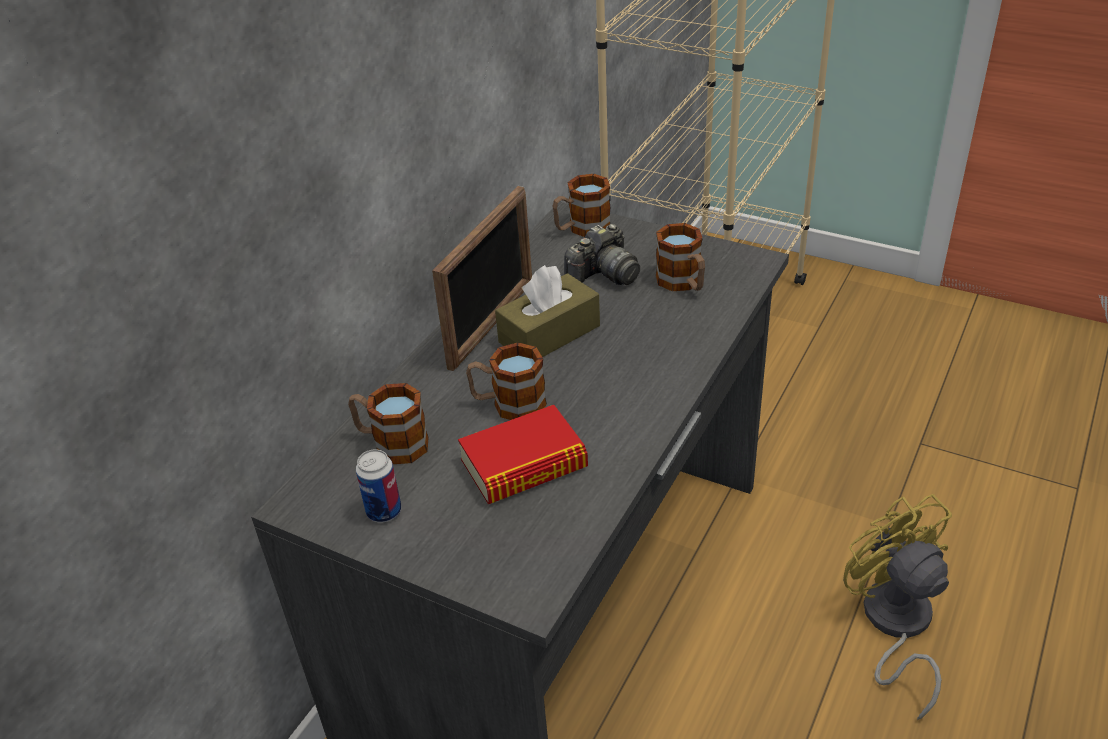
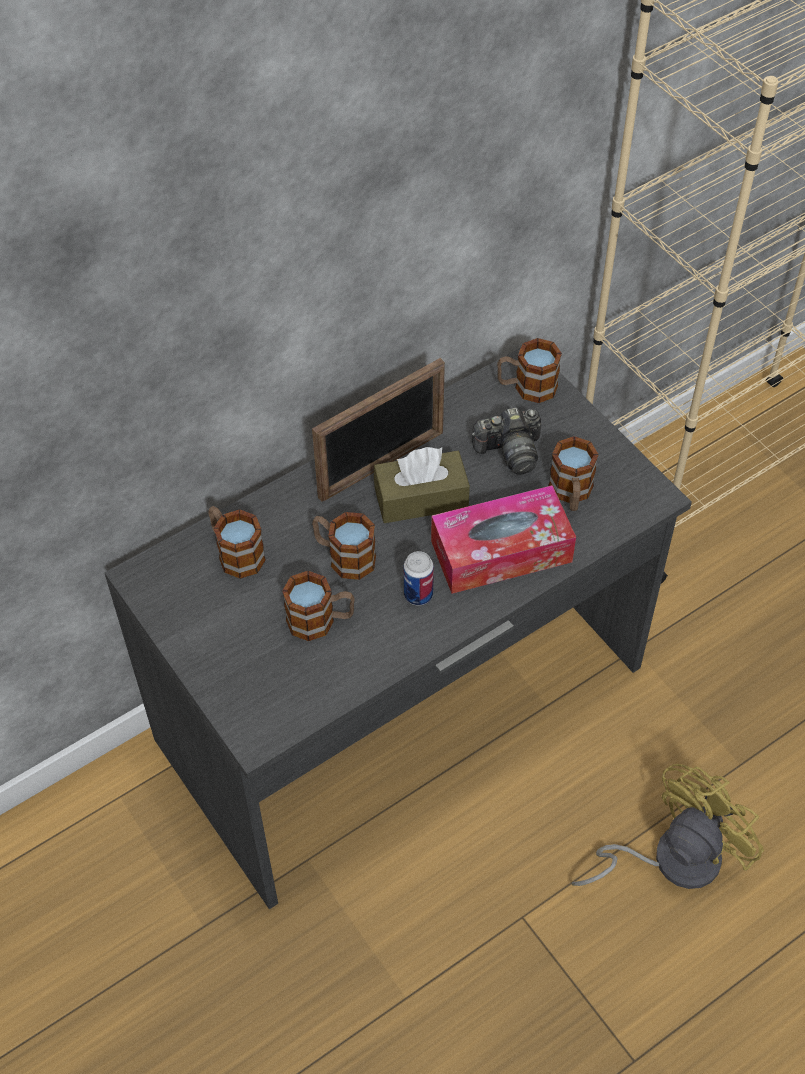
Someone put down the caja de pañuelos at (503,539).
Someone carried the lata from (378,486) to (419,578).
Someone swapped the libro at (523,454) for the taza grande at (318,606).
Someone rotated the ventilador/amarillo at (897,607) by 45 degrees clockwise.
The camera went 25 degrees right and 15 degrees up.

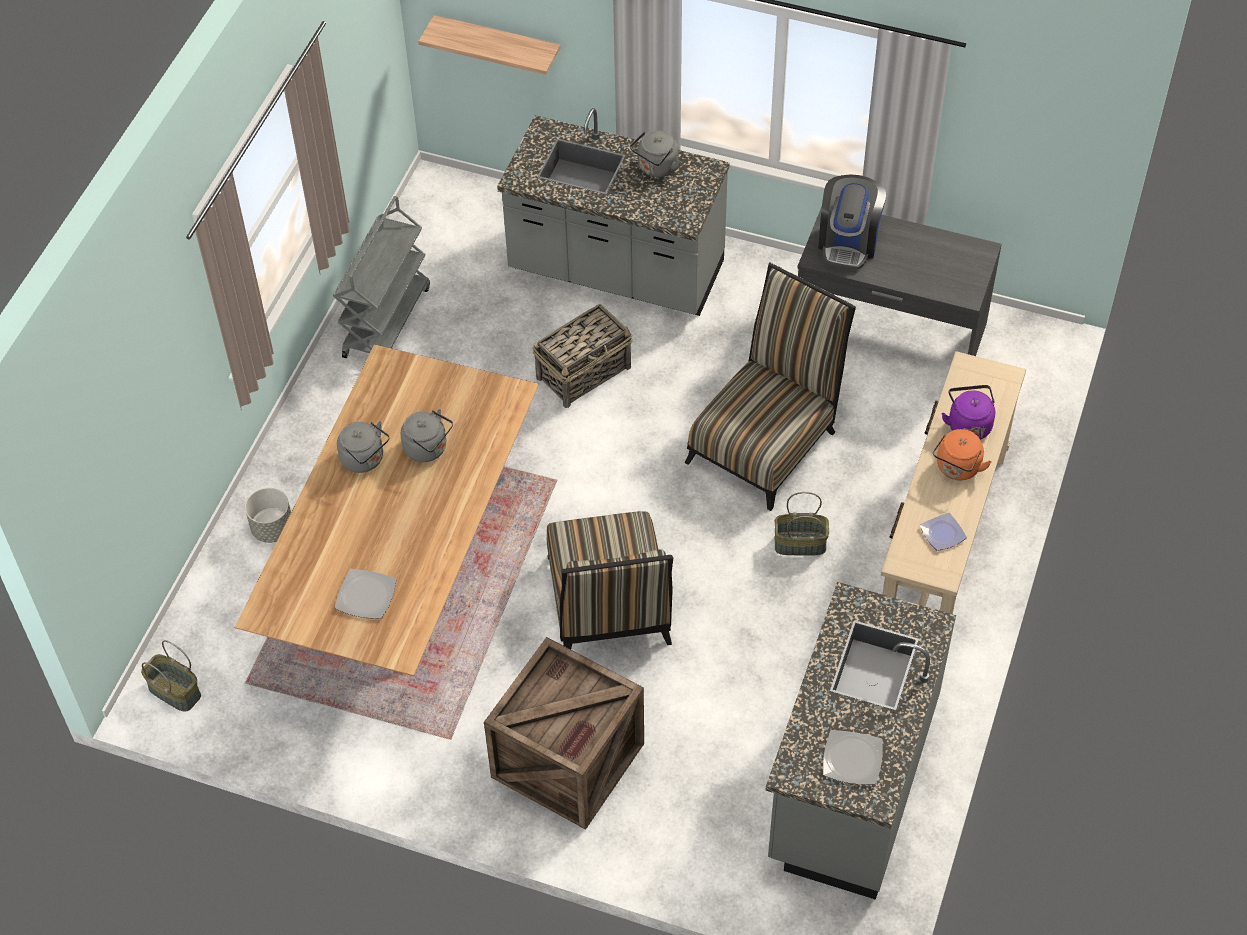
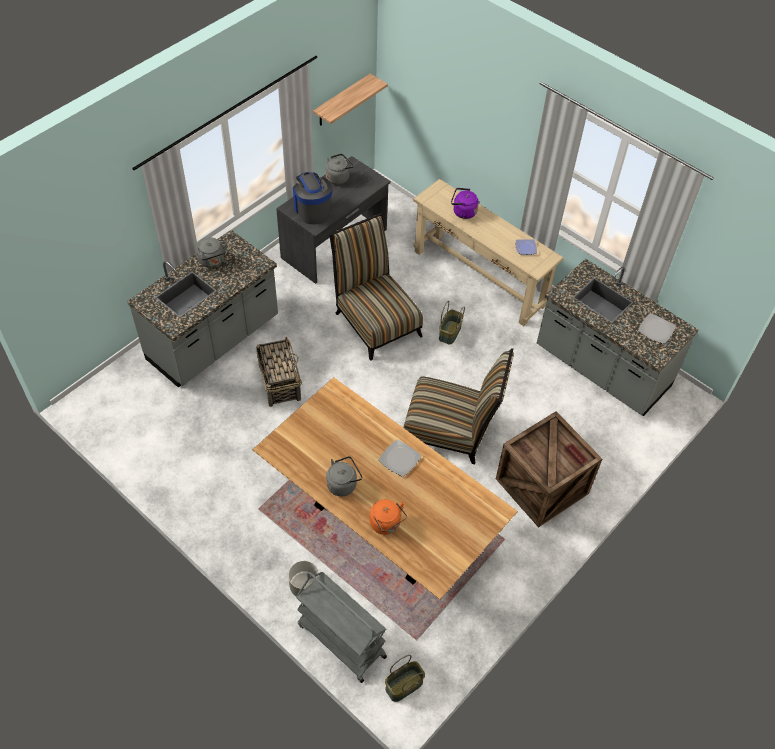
Someone carried the carrito/gris from (381,277) to (341,627).
Someone carried the plato from (366,594) to (400,458).
Someone carried the hervidor/gris from (427,435) to (340,169).
Someone carried the estante from (489,45) to (350,100).
Someone carried the hervidor/naranja from (962,454) to (388,517).
Someone rotated the cafetera at (852,222) by 150 degrees counterclockwise.
The camera went 70 degrees left and 0 degrees up.

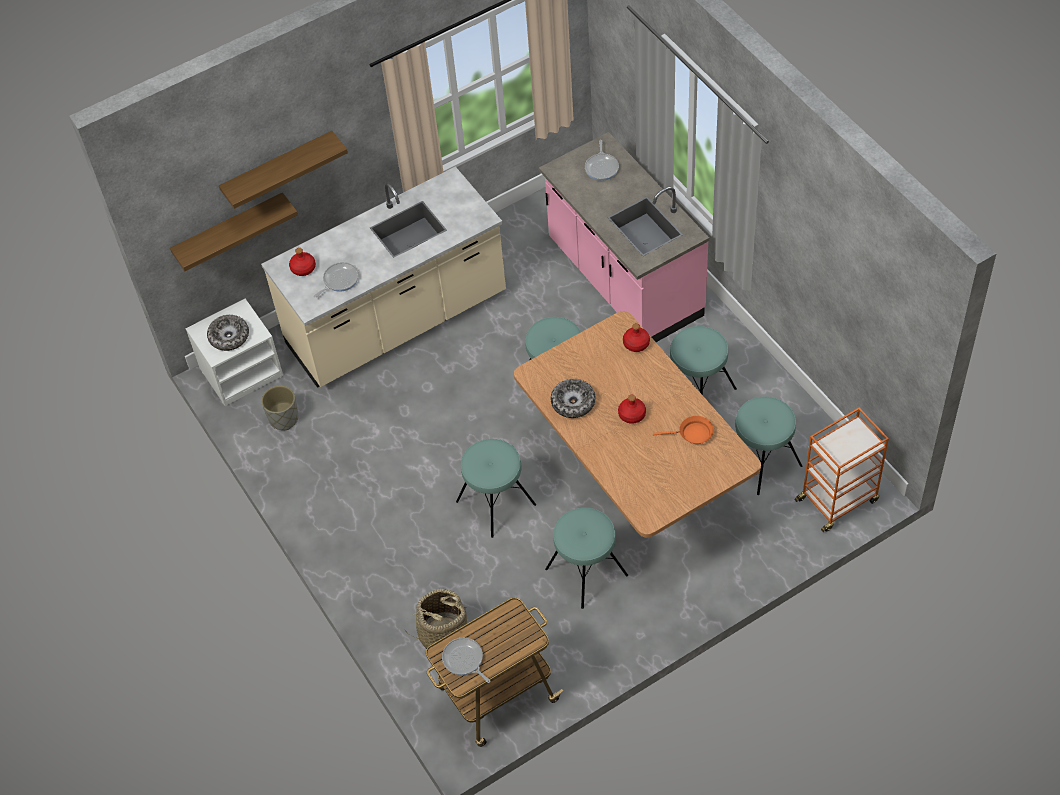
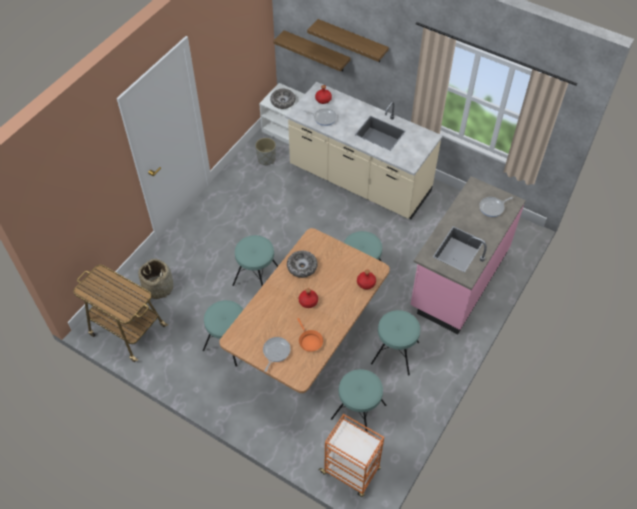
Someone carried the sartén from (466,660) to (276,354).
The camera went 60 degrees right and 0 degrees up.

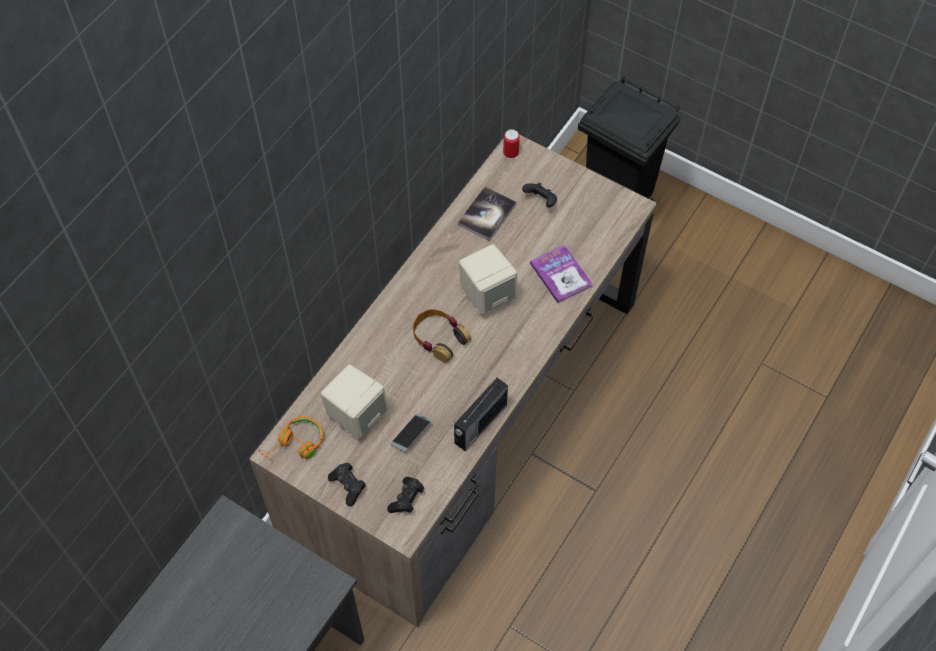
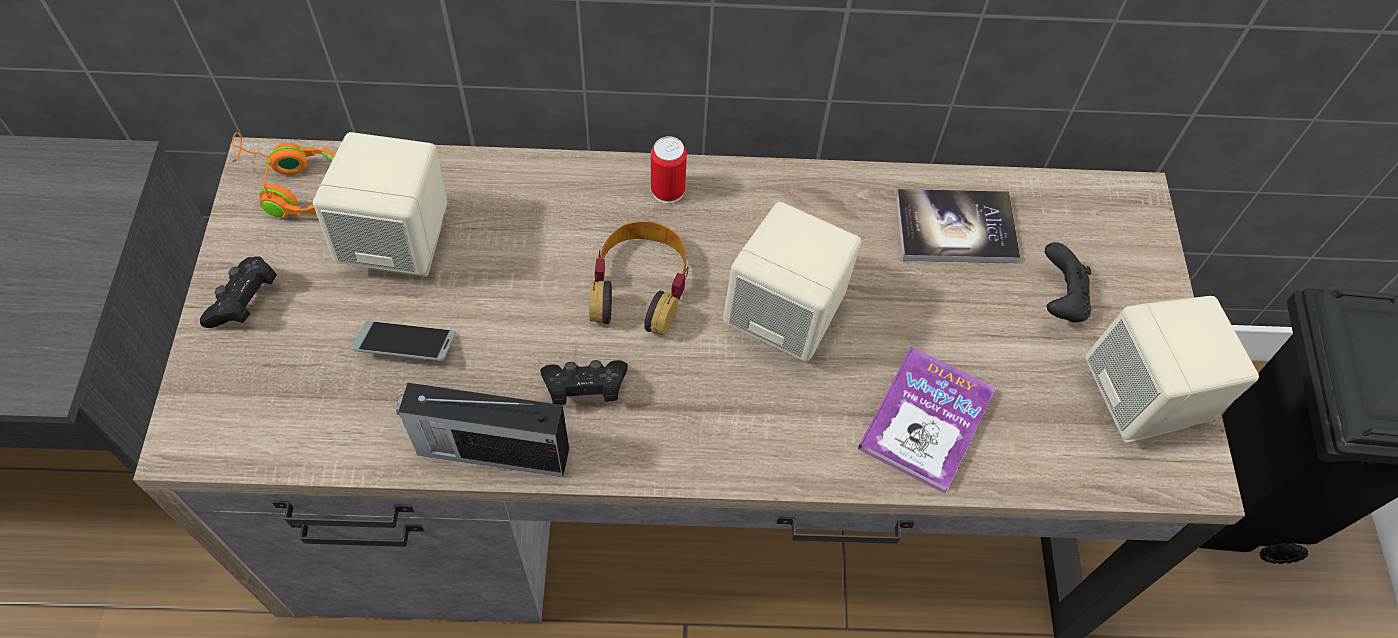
Someone put down the altavoz/beis at (1172,370).
Someone carried the mando de consola/negro from (405,495) to (584,382).
Someone carried the lata from (511,144) to (669,170).
The camera went 55 degrees right and 0 degrees up.

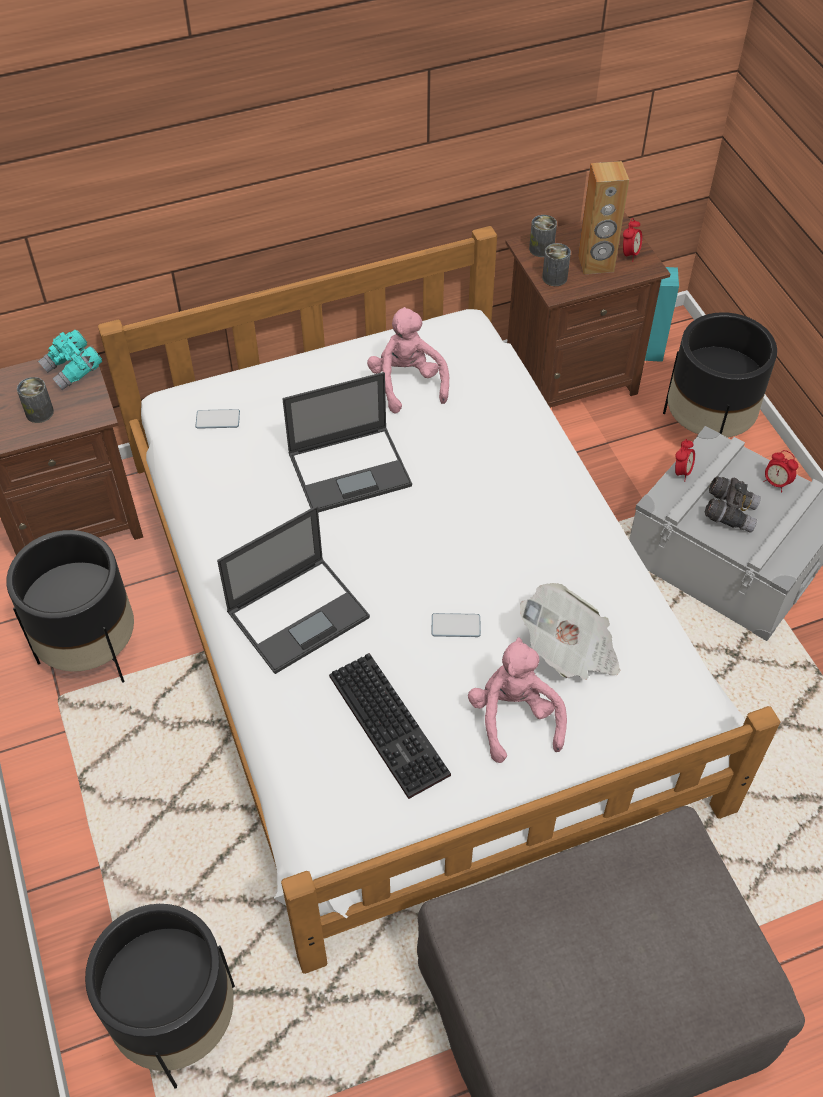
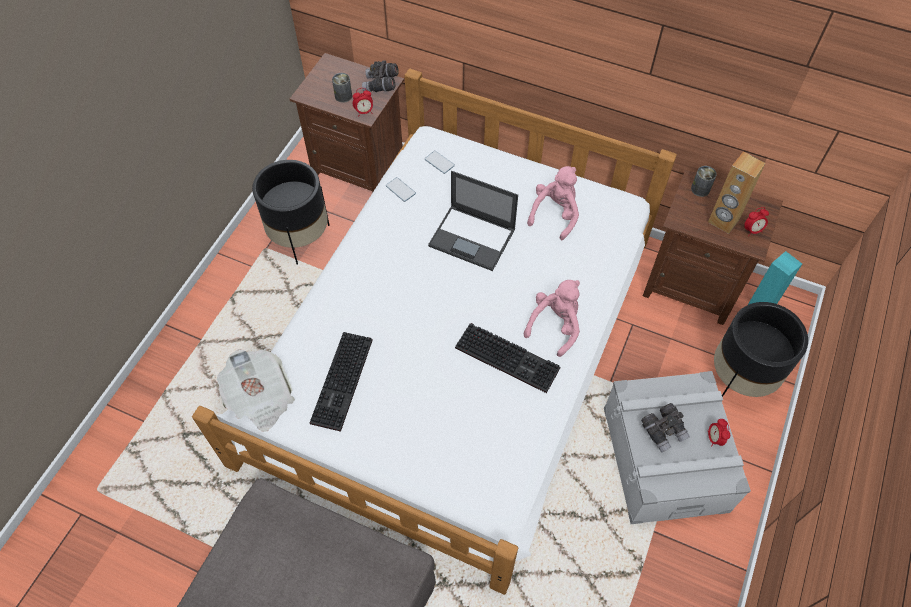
Someone took away the maceta/negro at (160,996).
Someone took away the portátil at (293,590).
Someone took away the lata at (556,264).
Someone put down the teclado at (507,358).
Someone carried the móvil from (456,625) to (401,189).
Someone carried the peluche/rosa from (517,700) to (552,318).
Someone carried the periódico from (570,631) to (256,390).
Someone carried the despertador from (685,460) to (363,102).
Someone repainted the prismáticos/turquesa at (70,360), which became the prismáticos/gris at (380,76).
The camera went 45 degrees right and 5 degrees up.

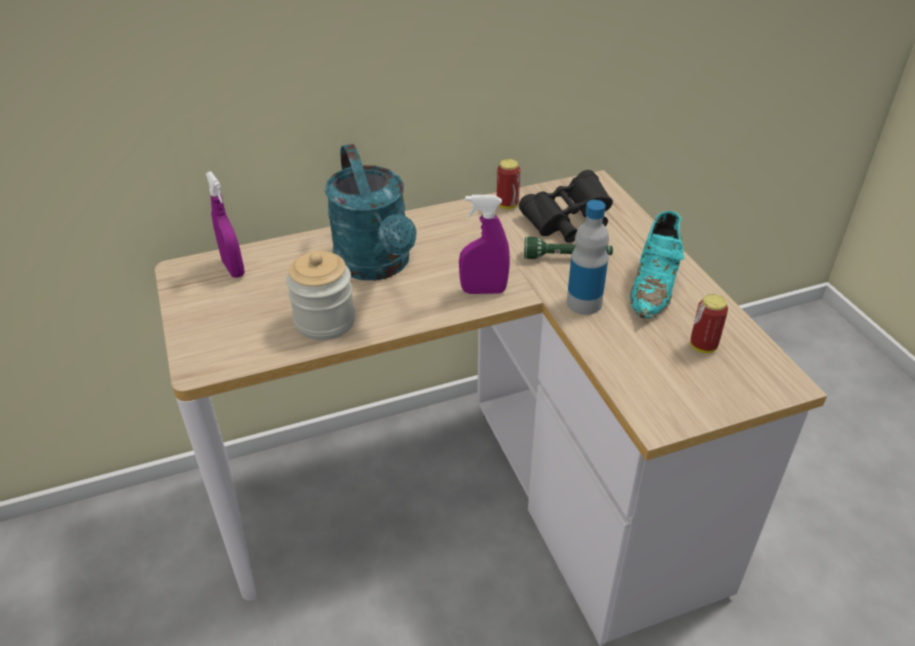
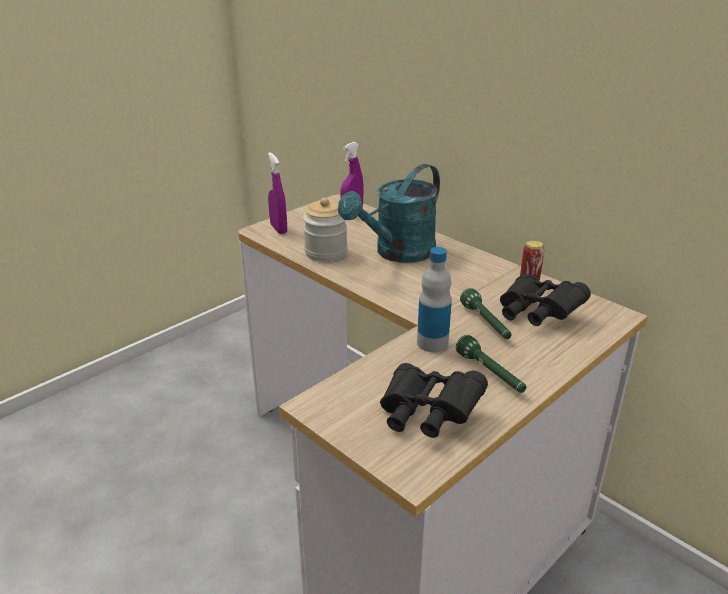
Someone carried the pulverizador/morado from (484,244) to (277,193).
Someone swapped the zapato/turquesa at (656,264) for the linterna/verde at (491,364).
Someone swapped the lata at (709,323) for the prismáticos/negro at (434,400).
The camera went 65 degrees right and 10 degrees down.

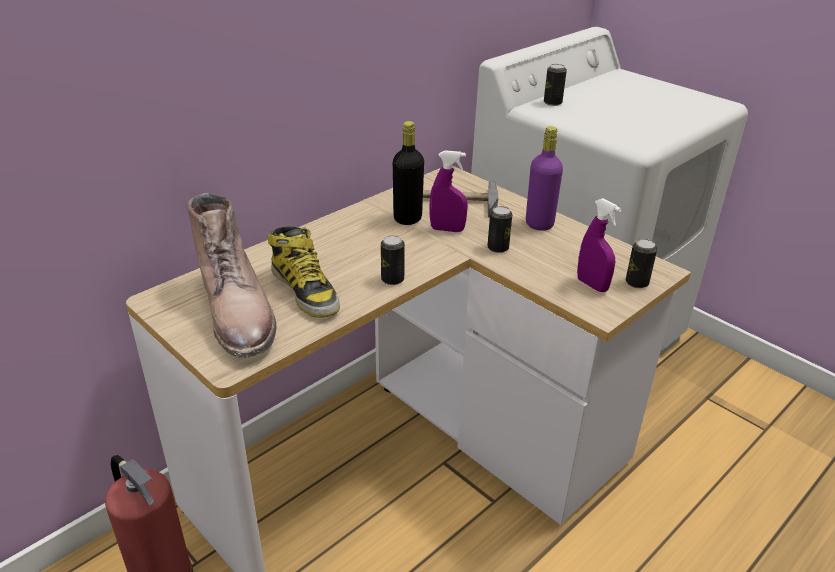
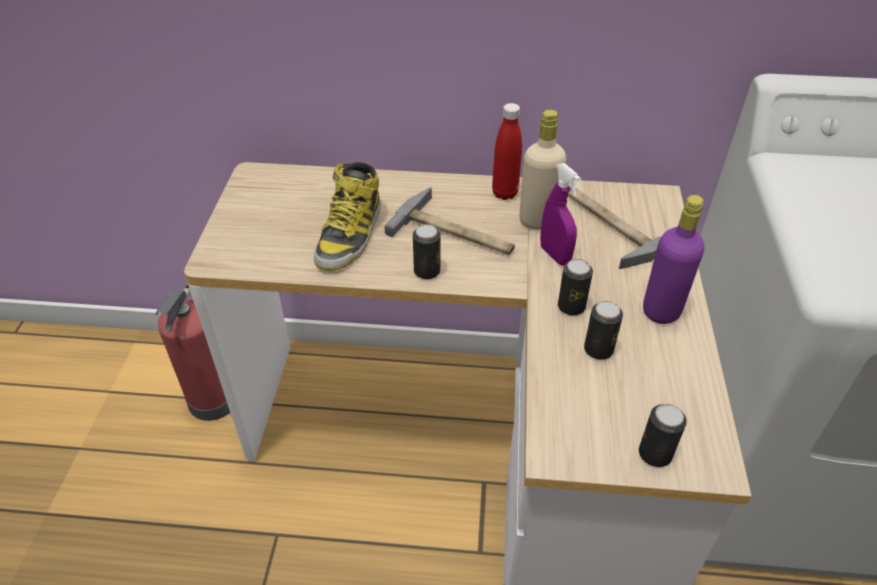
Someone took away the bota/marrón at (232,275).
Someone took away the pulverizador/morado at (599,245).
Someone put down the martillo at (449,221).
Someone put down the botella/rojo at (507,151).
Someone carried the lata from (555,85) to (603,330).
Someone repainted the botella/negro at (408,173), which became the botella/beis at (542,170).
The camera went 50 degrees right and 10 degrees up.

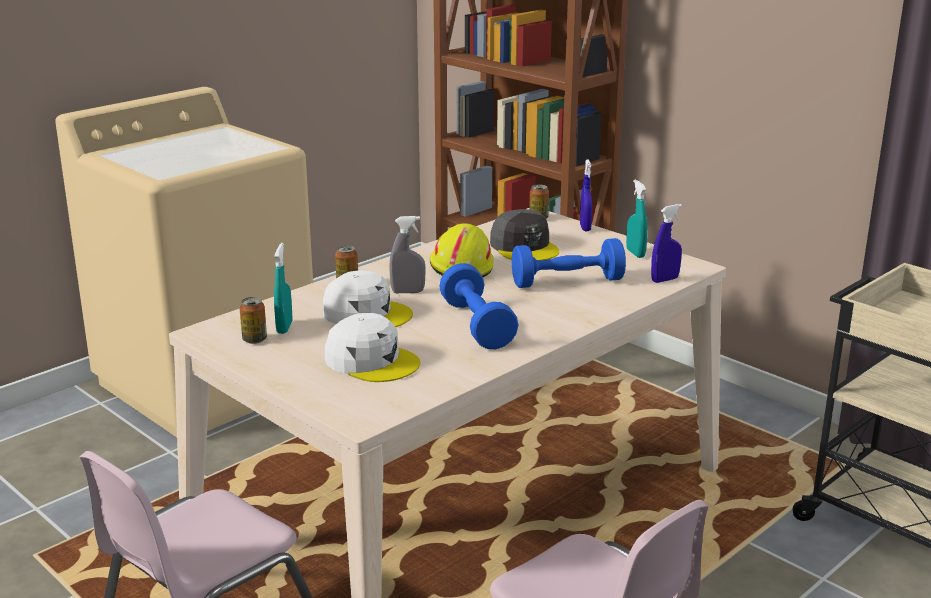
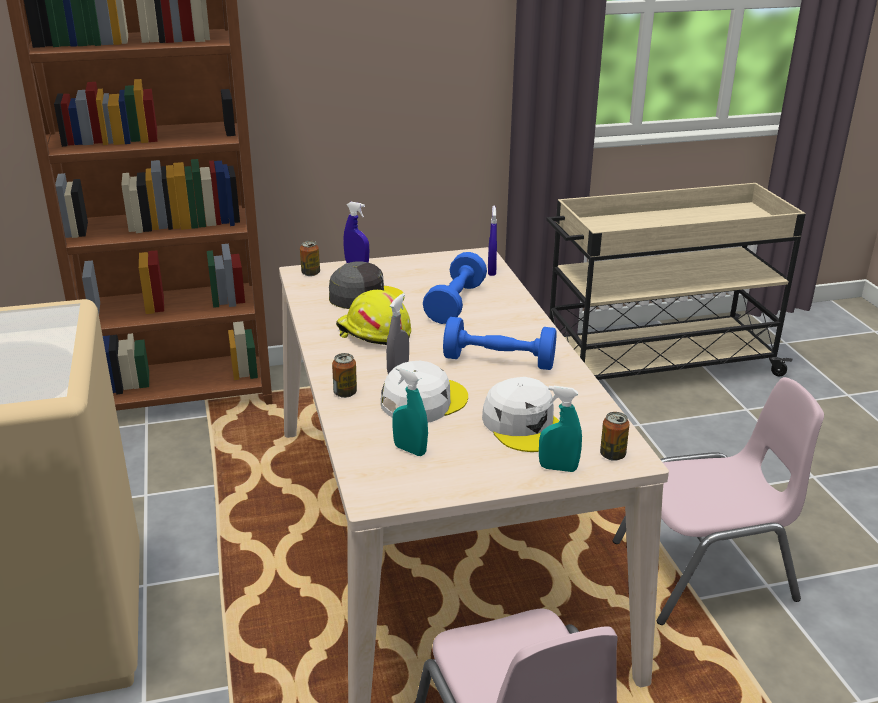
Someone carried the lata from (253,320) to (615,436).
Someone carried the pulverizador/turquesa from (637,219) to (560,429).
Someone rotated the gorra/blanco at (372,347) by 90 degrees clockwise.
The camera went 60 degrees left and 5 degrees up.

